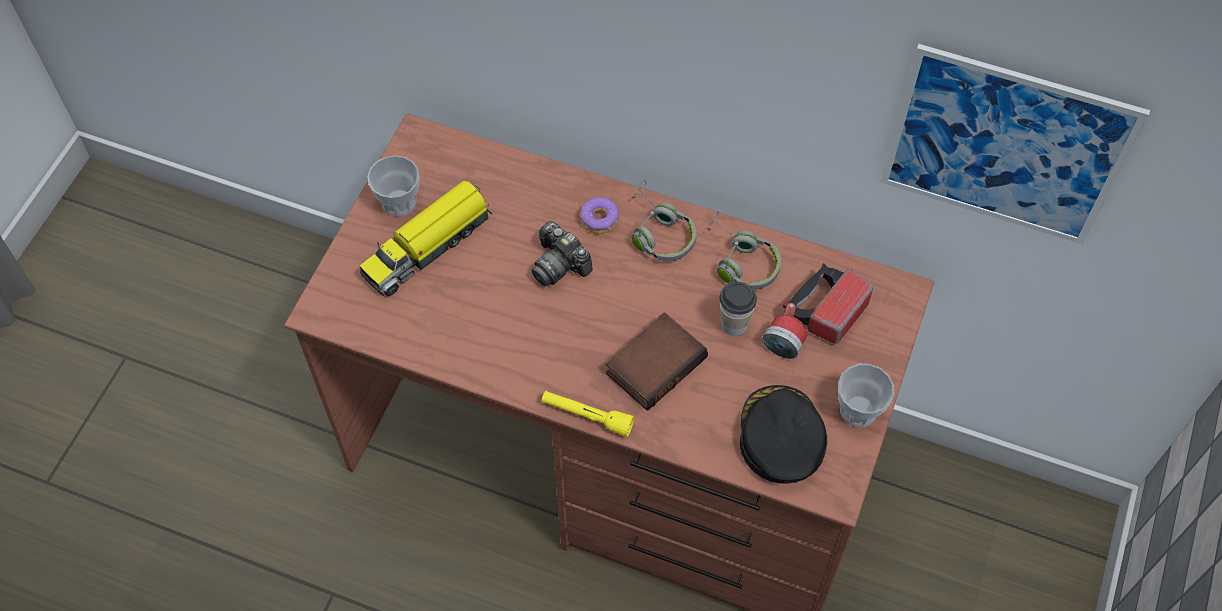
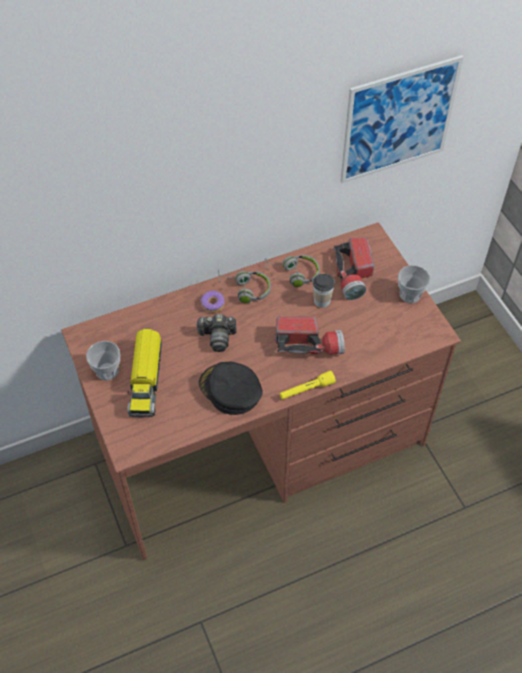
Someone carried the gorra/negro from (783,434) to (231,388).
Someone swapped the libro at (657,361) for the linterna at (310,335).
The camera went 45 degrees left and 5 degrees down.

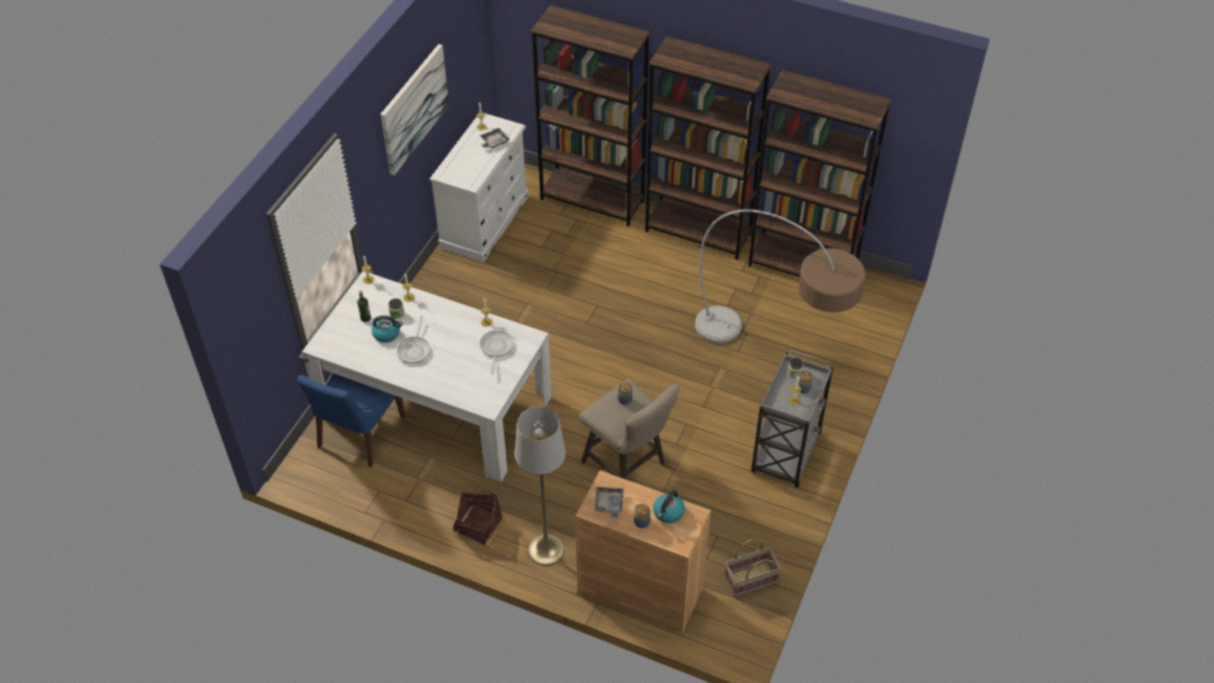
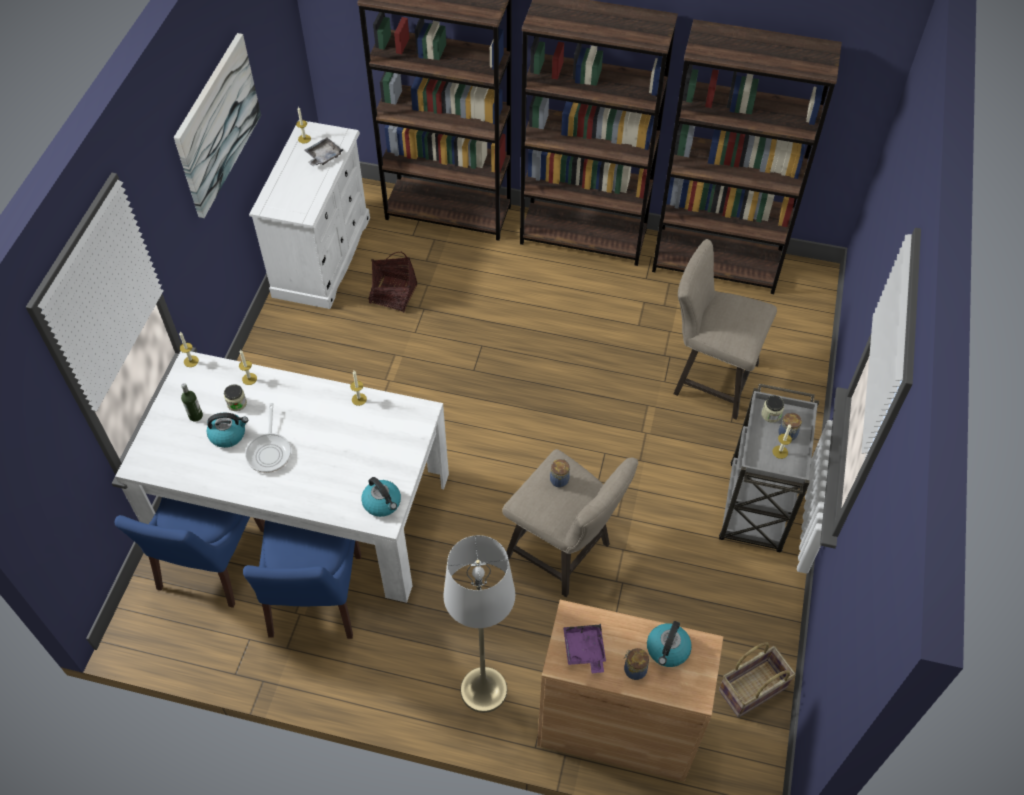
Someone took away the sartén at (496,352).
Someone put down the silla/azul at (302,579).
Someone put down the hervidor at (381,497).
Someone carried the cesta from (477,518) to (393,282).
Someone swapped the lámpara de pie at (780,276) for the taburete/beis at (725,329).
Someone repainted the bandeja/gris at (609,503), which became the bandeja/morado at (584,648).
The camera went 10 degrees left and 5 degrees up.

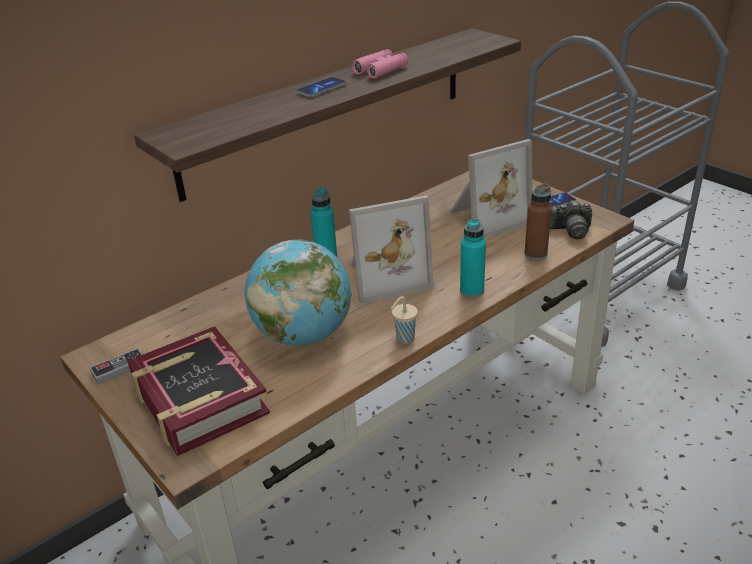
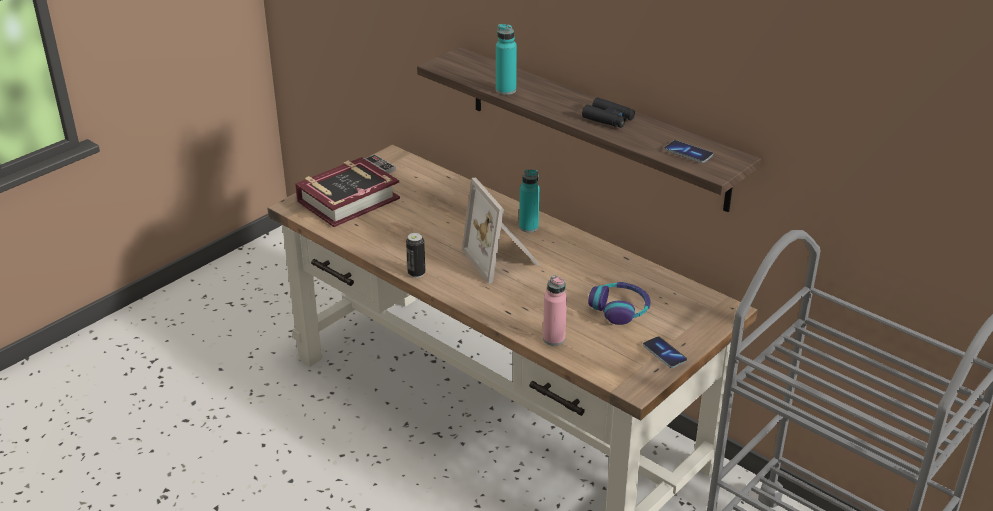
Someone took away the globo terráqueo at (298,292).
Someone took away the cámara at (571,219).
Someone carried the móvil from (321,87) to (688,151).
Someone carried the botella/turquesa from (473,258) to (506,59).
Someone swapped the taza/beis at (404,320) for the lata at (415,255).
Someone swapped the portarretratos at (491,189) for the auriculares at (619,303).
Someone repainted the prismáticos/rosa at (380,64), which became the prismáticos/negro at (608,112).
Someone repainted the botella/marrón at (538,222), which became the botella/rosa at (555,310).
The camera went 80 degrees right and 0 degrees up.

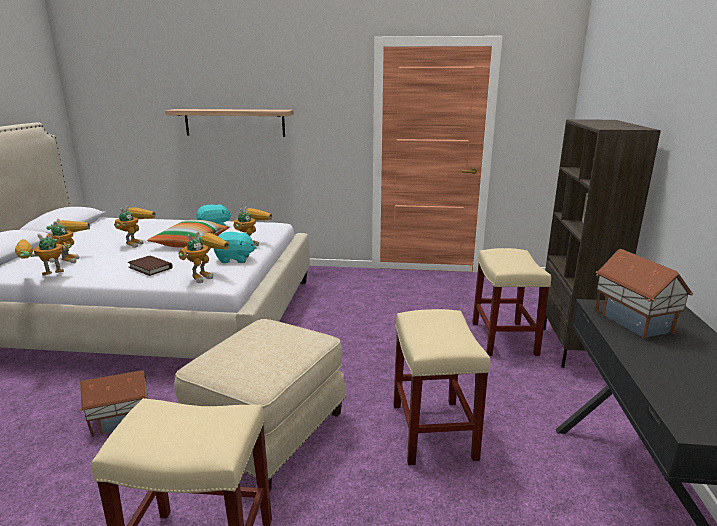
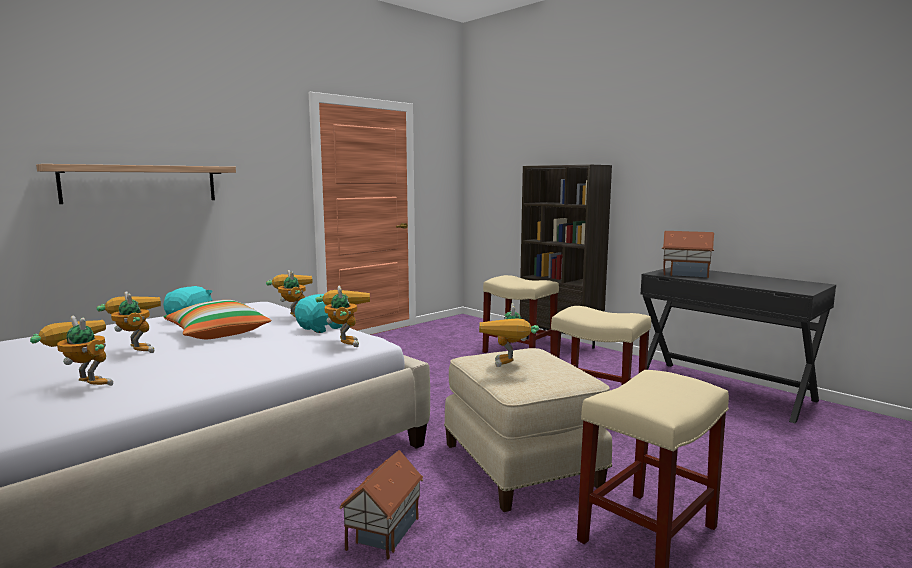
Someone took away the libro/marrón at (150,266).
Someone carried the robot de juguete from (42,254) to (509,335).
The camera went 50 degrees left and 10 degrees down.

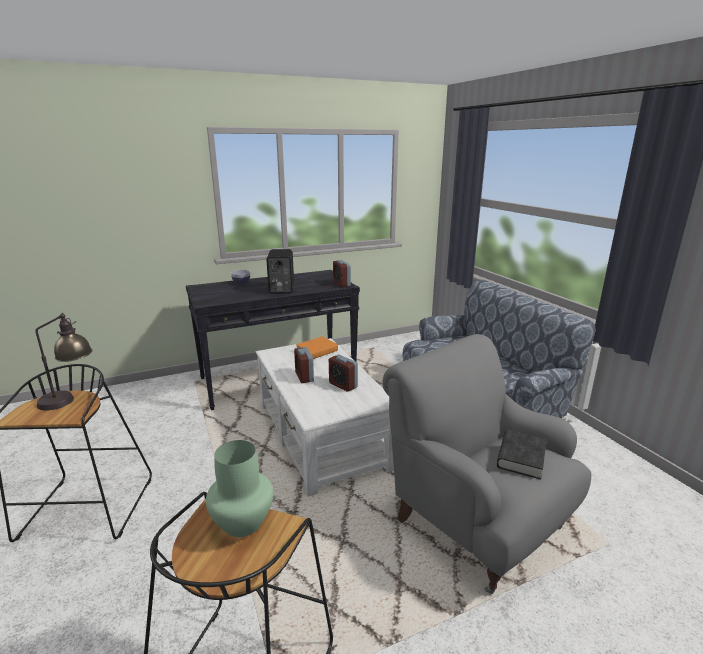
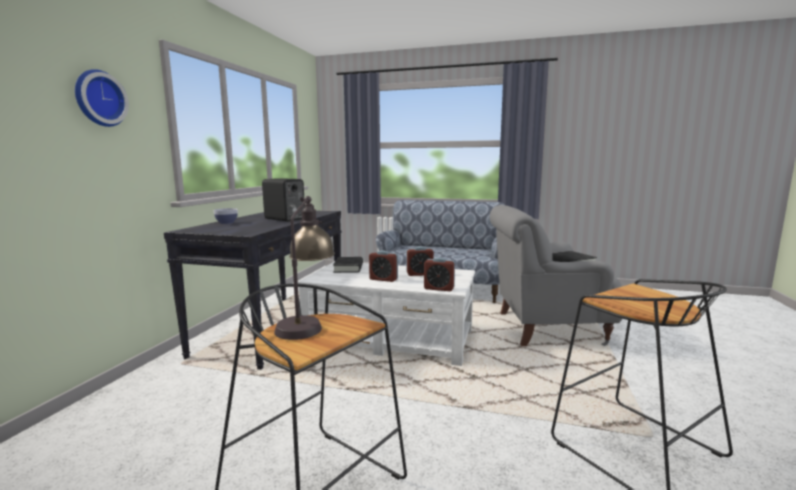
Someone took away the florero/verde at (239,488).
Someone put up the reloj de pared at (102,98).
Someone carried the despertador from (342,273) to (439,274).
Someone repainted the libro/naranja at (317,347), which became the libro/negro at (348,265).
The camera went 50 degrees left and 10 degrees down.

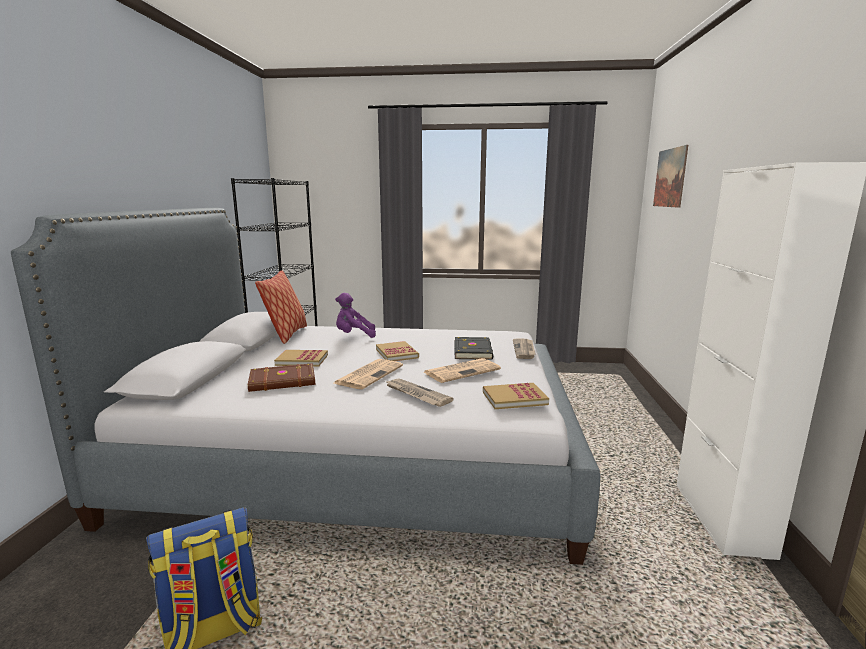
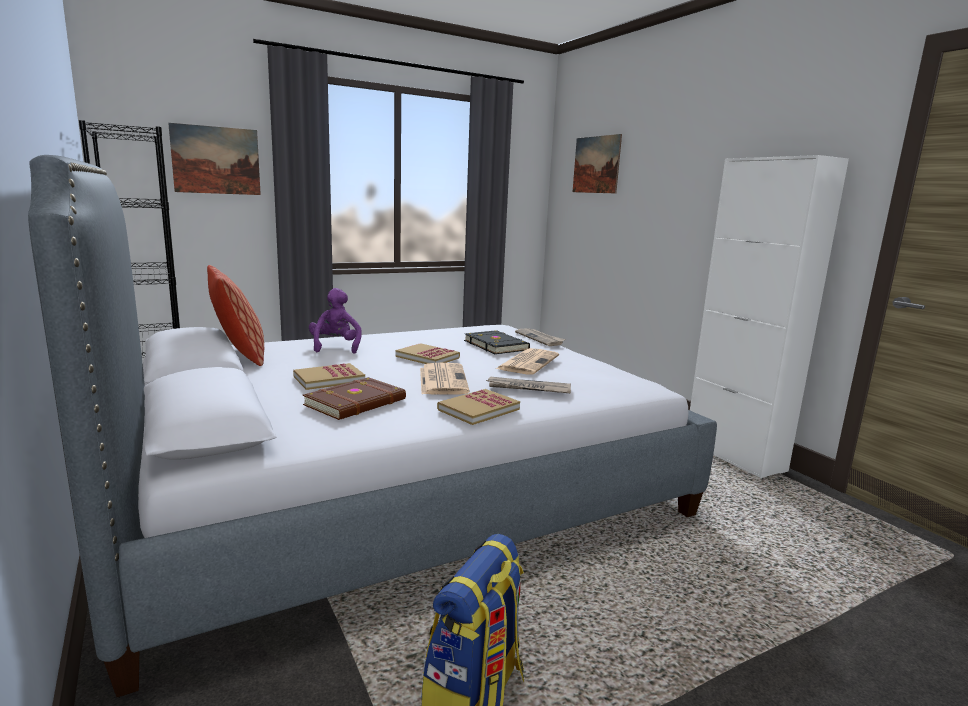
Someone put up the cuadro at (214,159).
Someone carried the libro from (516,395) to (478,407).
Someone rotated the peluche/morado at (355,315) by 120 degrees clockwise.
The camera went 35 degrees left and 0 degrees up.

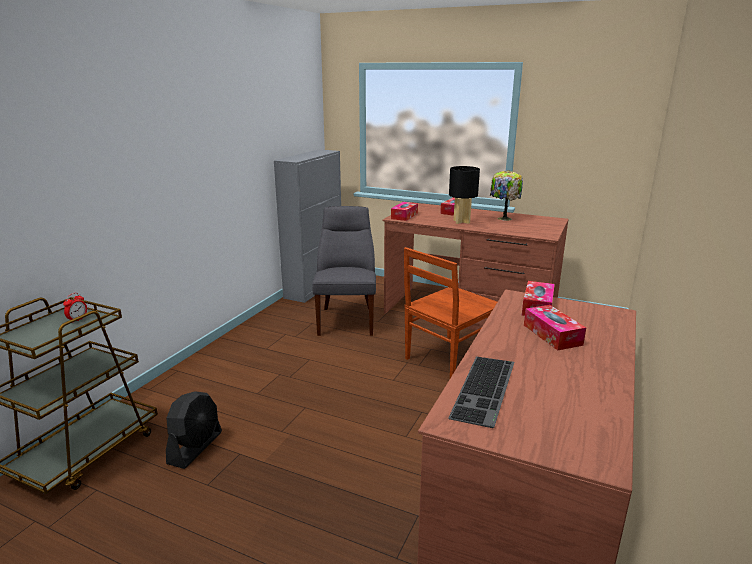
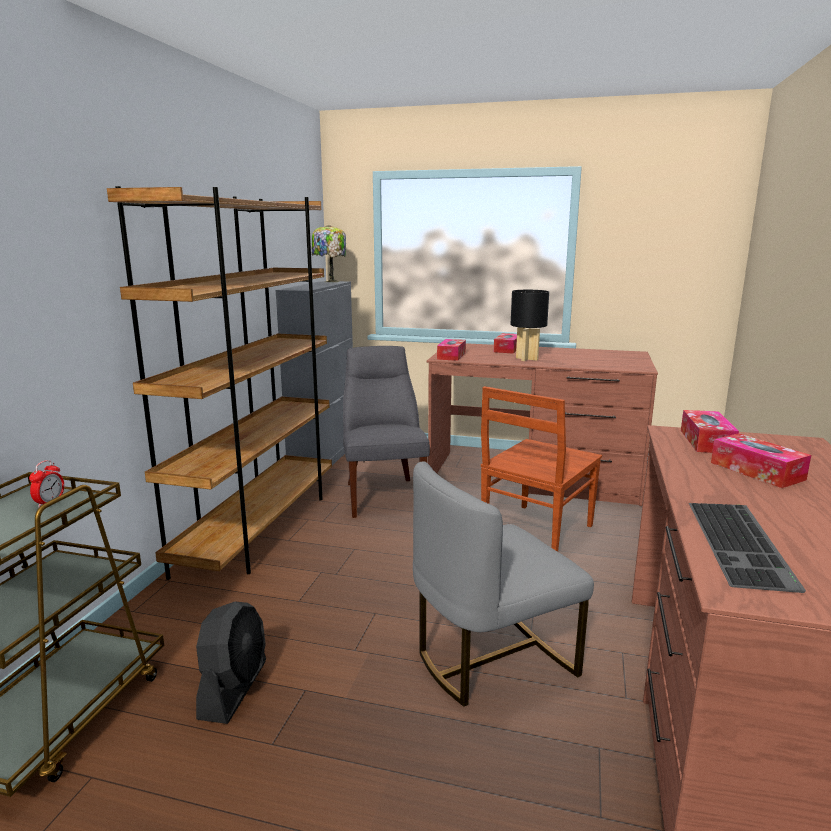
Someone put down the estantería/marrón at (219,383).
Someone put down the silla/gris at (503,584).
Someone carried the lámpara de mesa from (506,195) to (329,253).
The camera went 10 degrees left and 5 degrees down.

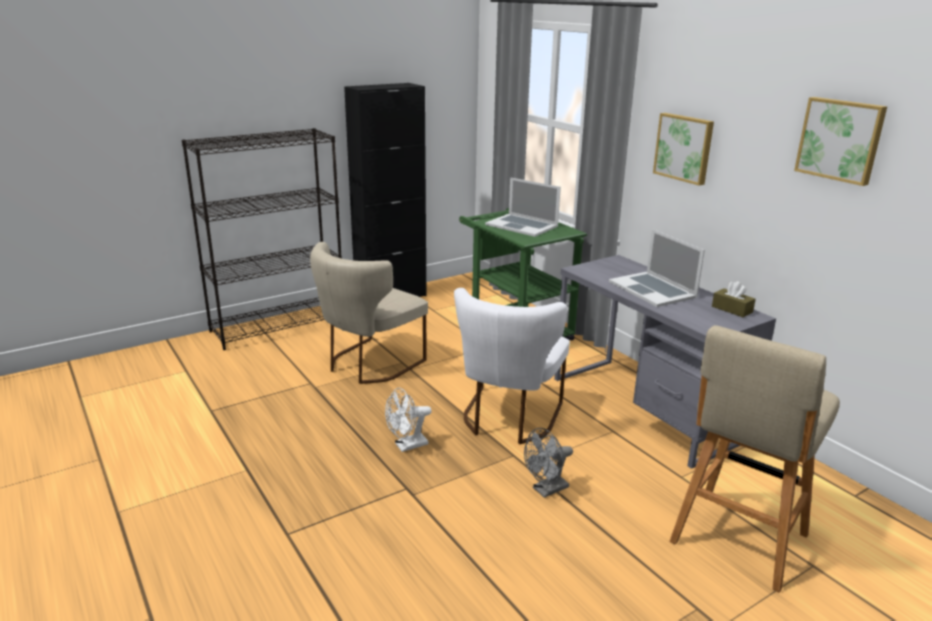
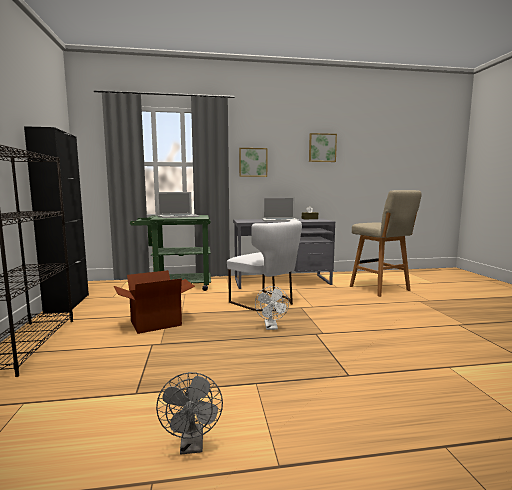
Someone carried the ventilador/gris from (548,463) to (189,413).
Someone swapped the silla/beis at (369,313) for the caja de cartón at (154,302).
The camera went 65 degrees left and 15 degrees down.

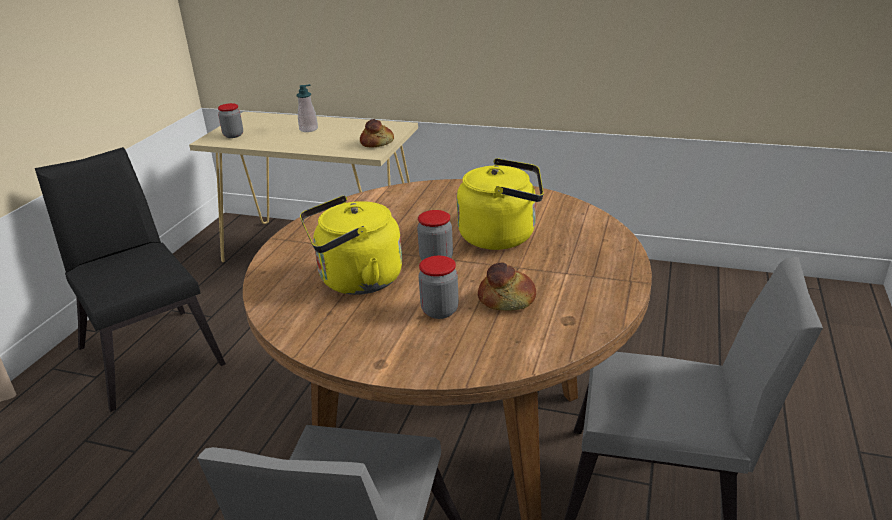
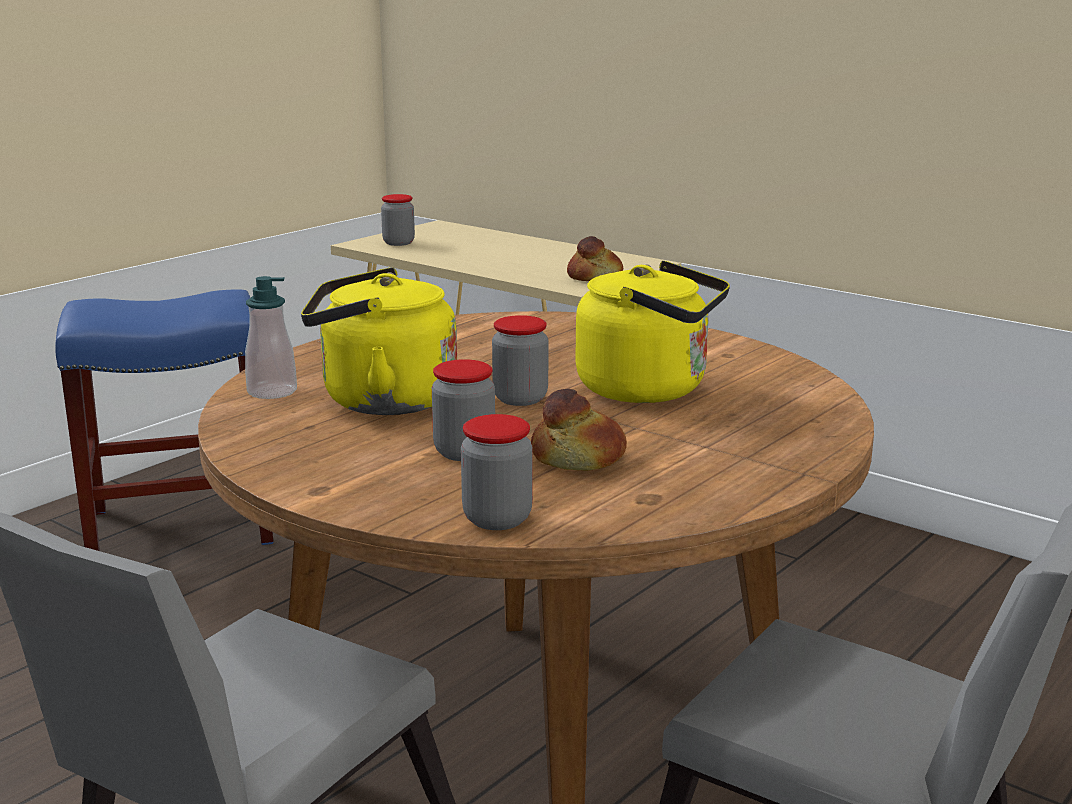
Someone put down the tarro at (497,472).
Someone carried the dispensador de jabón from (307,108) to (271,337).
Someone swapped the silla/negro at (130,279) for the taburete/azul at (164,420).
The camera went 20 degrees right and 10 degrees down.

